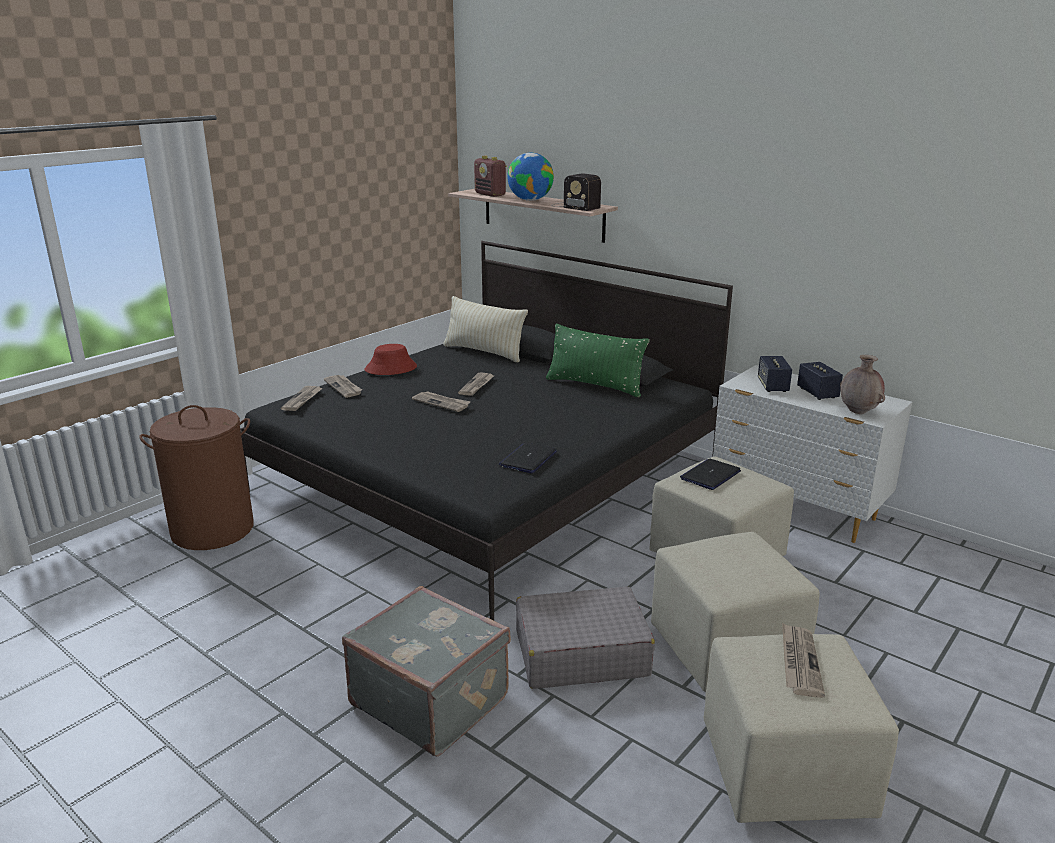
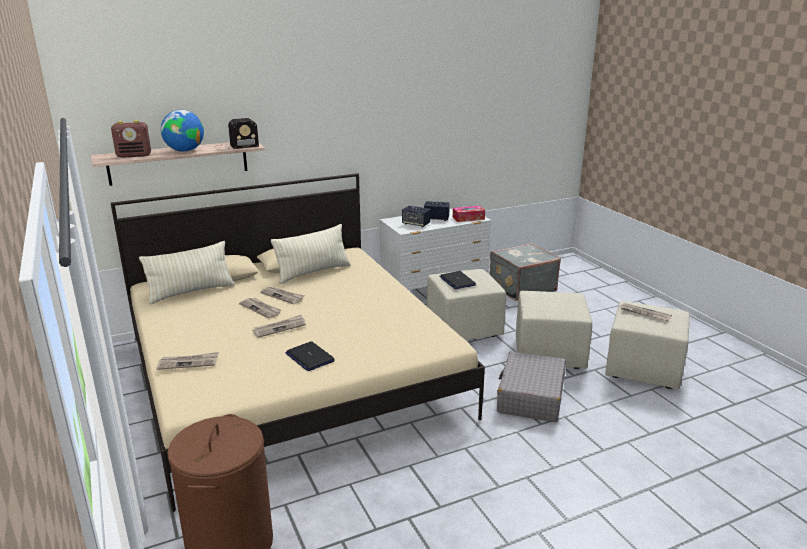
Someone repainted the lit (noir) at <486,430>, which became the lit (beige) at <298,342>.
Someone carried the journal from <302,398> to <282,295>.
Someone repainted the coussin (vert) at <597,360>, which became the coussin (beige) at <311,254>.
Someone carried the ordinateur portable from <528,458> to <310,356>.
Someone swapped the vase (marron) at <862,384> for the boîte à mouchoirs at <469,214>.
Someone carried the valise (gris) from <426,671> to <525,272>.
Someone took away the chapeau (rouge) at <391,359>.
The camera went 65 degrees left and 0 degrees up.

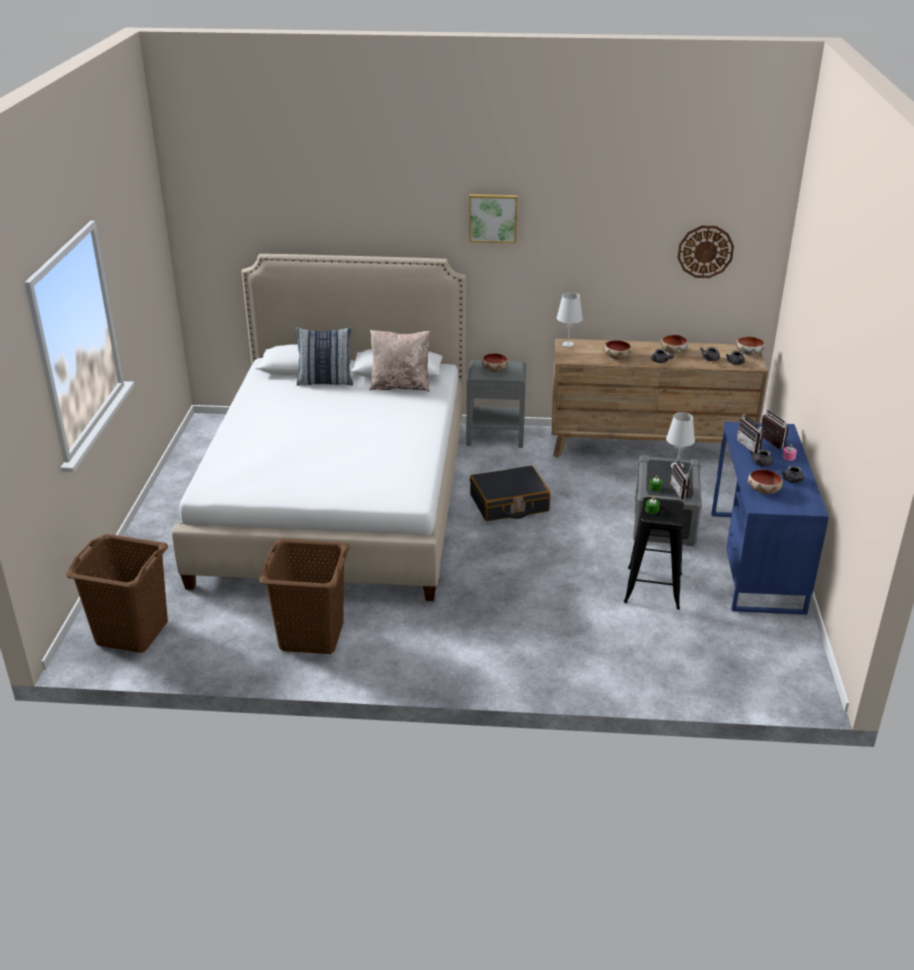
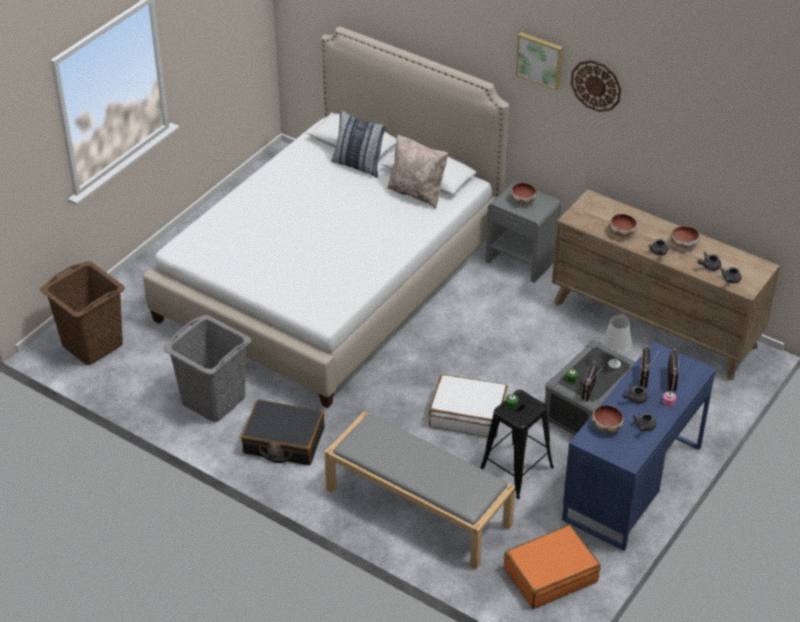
Someone repainted the panier à linge (marron) at <304,596>, which became the panier à linge (gris) at <207,368>.
Someone carried the valise (noir) from <510,493> to <283,432>.
Someone put down the banc (gris) at <420,490>.
Someone put down the valise (blanc) at <468,406>.
Someone put down the valise (orange) at <552,567>.
Someone carried the horloge murale from <706,252> to <596,86>.
Someone took away the lampe de table (blanc) at <570,319>.
Someone took away the bol at <750,345>.
The camera went 30 degrees right and 10 degrees up.

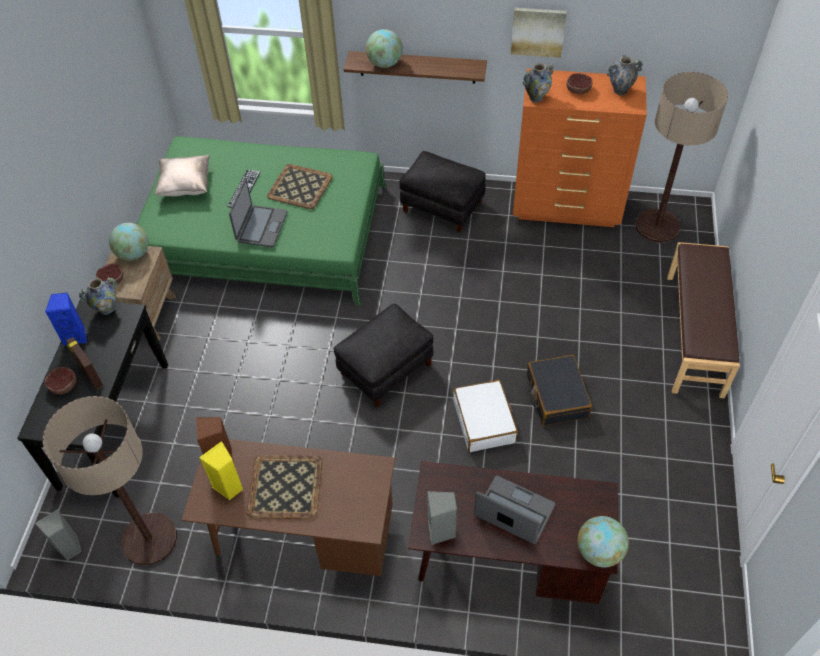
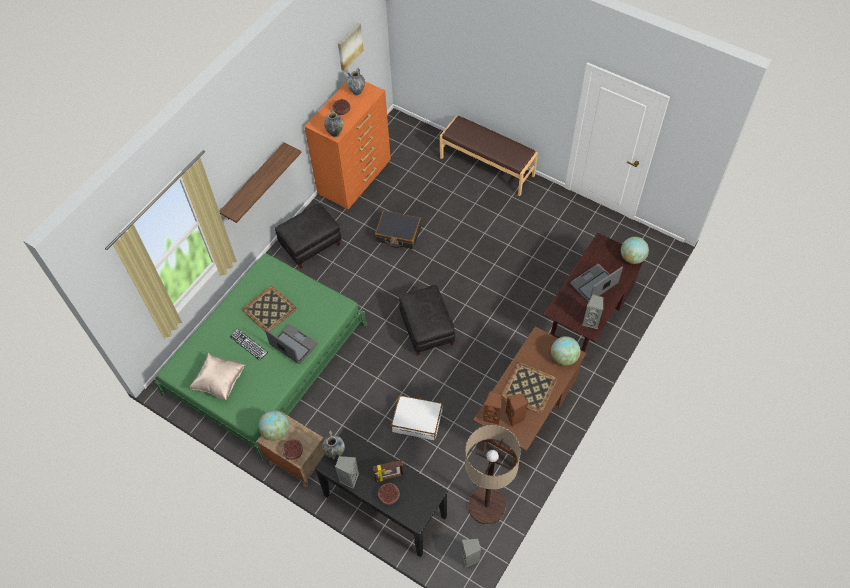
Someone repainted the enceinte (bleu) at <66,319>, which became the enceinte (gris) at <347,472>.
Someone carried the tableau from <539,33> to <351,47>.
Someone carried the valise (noir) from <559,390> to <398,229>.
Someone carried the valise (blanc) from <485,416> to <417,417>.
Someone repainted the enceinte (jaune) at <221,470>, which became the enceinte (marron) at <517,410>.
Someone carried the globe from <384,48> to <566,351>.
Someone took away the lampadaire at <682,157>.
The camera went 65 degrees left and 5 degrees up.

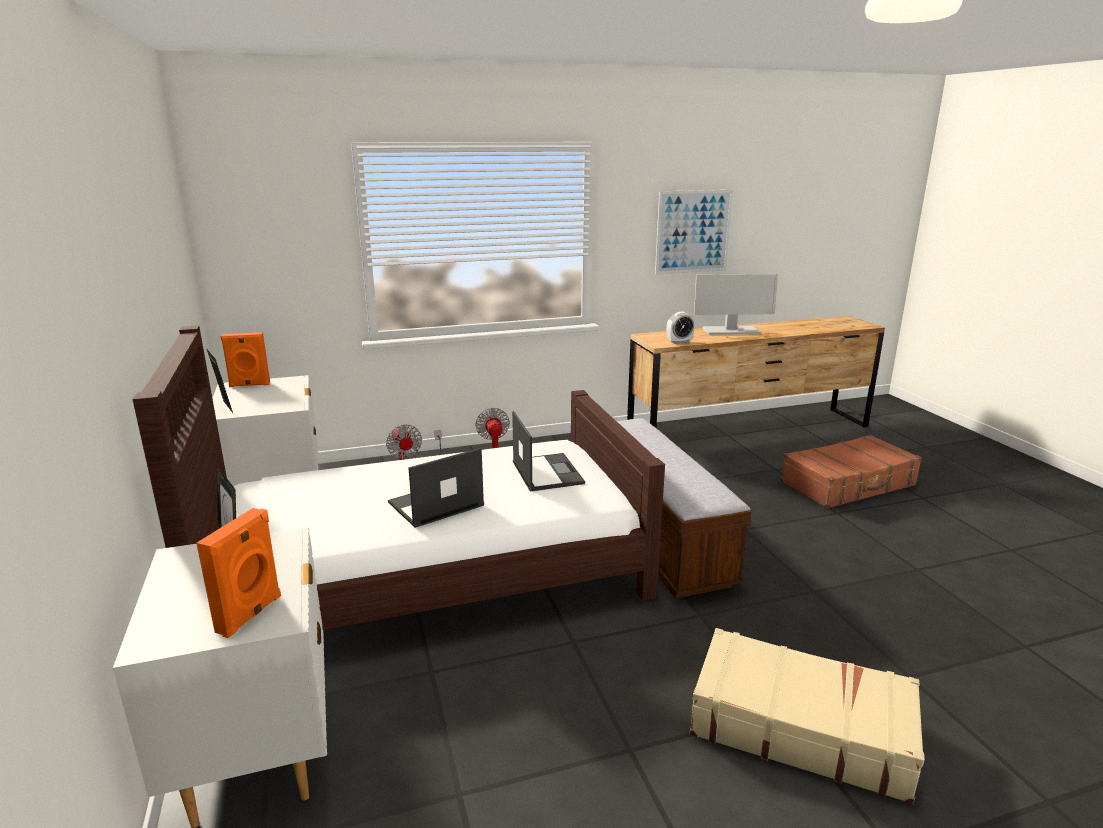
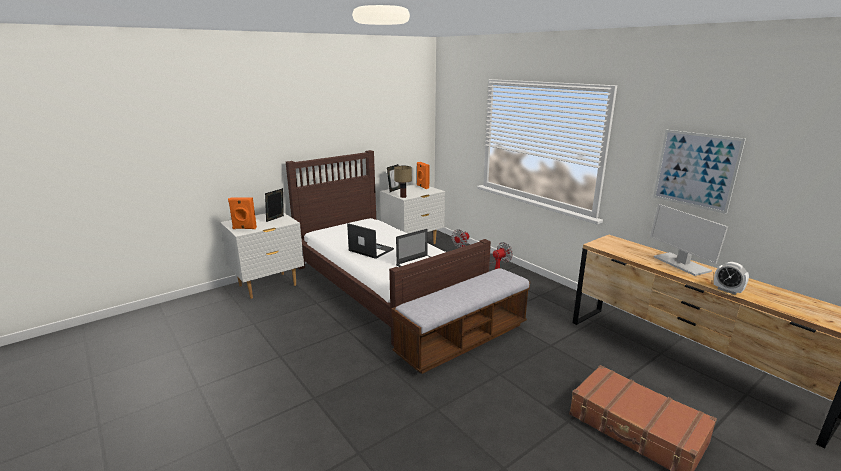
Someone put down the lampe de table at <403,182>.
Someone carried the réveil from <680,328> to <731,278>.
Someone took away the valise (beige) at <807,716>.
The camera went 70 degrees right and 0 degrees up.

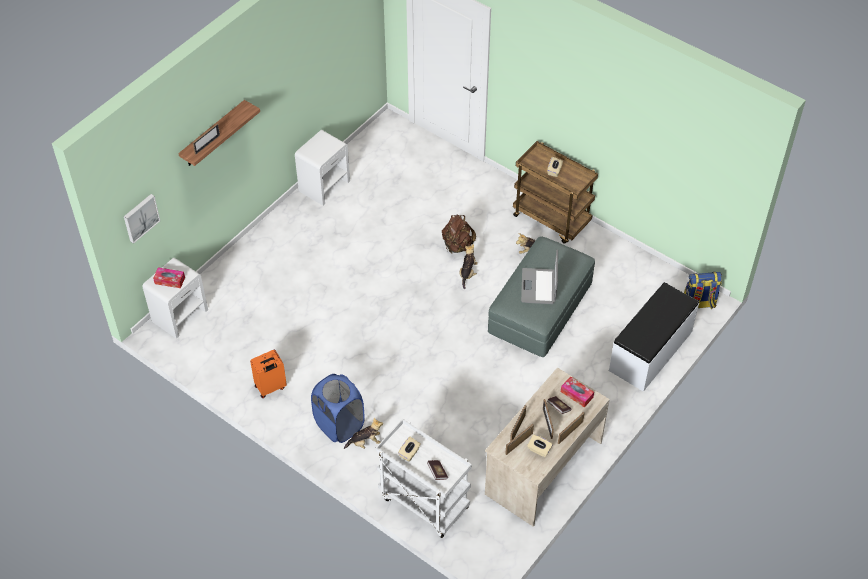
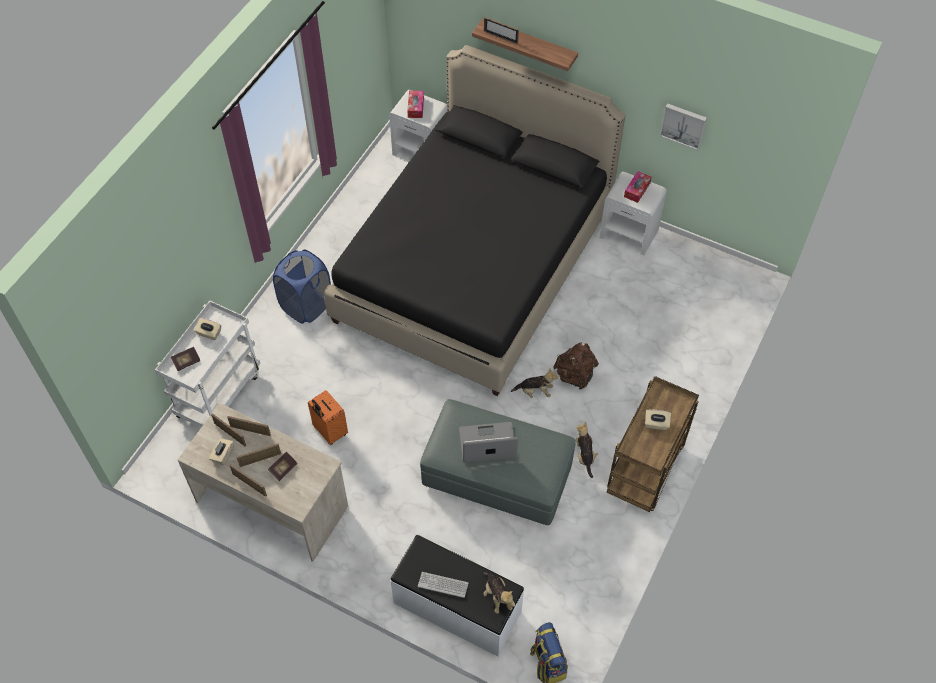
Someone carried the valise (orange) from <268,373> to <328,417>.
Someone put down the lit (noir) at <474,220>.
Someone put down the clavier at <443,585>.
Someone carried the peluche from <363,433> to <499,593>.
Someone carried the boîte à mouchoirs from <577,391> to <638,187>.
Someone carried the tableau from <142,219> to <683,126>.
The camera went 80 degrees right and 5 degrees up.

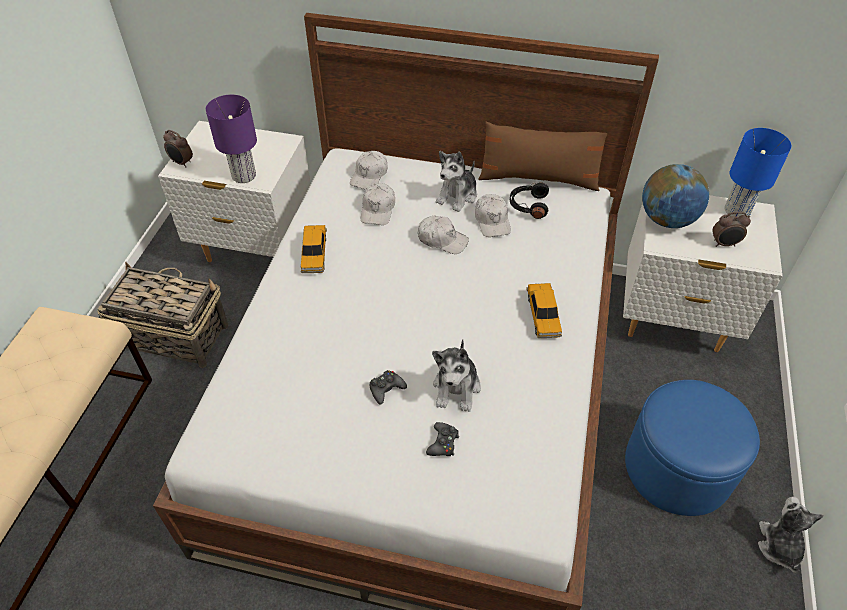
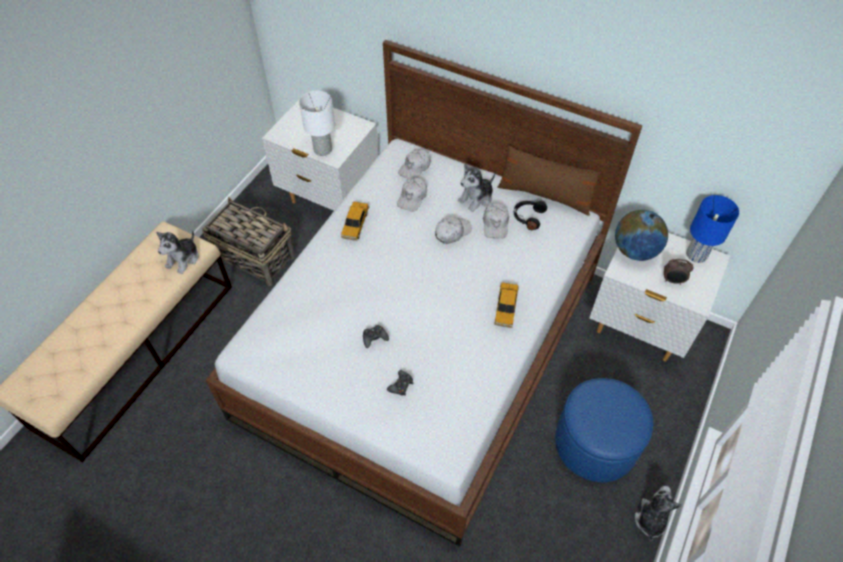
Someone carried the peluche from <456,375> to <177,252>.
Someone repainted the lampe de table (violet) at <231,139>, which became the lampe de table (blanc) at <317,123>.
Someone rotated the casquette (blanc) at <443,235> by 75 degrees counterclockwise.
Someone took away the réveil at <178,148>.
The camera went 15 degrees right and 5 degrees up.

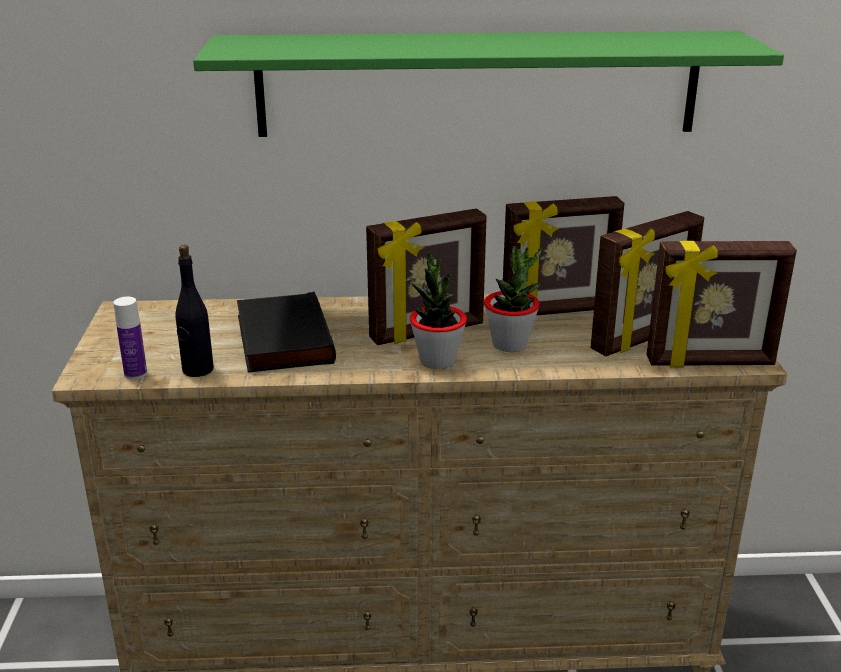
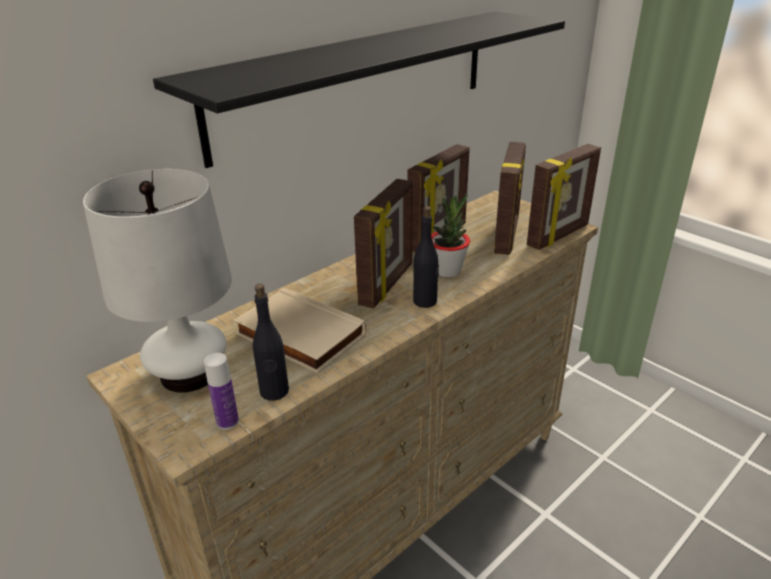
Someone put down the lampe de table (blanc) at <157,281>.
Someone repainted the étagère (vert) at <488,84>, which became the étagère (noir) at <359,89>.
Someone repainted the livre (noir) at <286,332>, which became the livre (beige) at <299,330>.
Someone swapped the plante en pot at <438,310> for the bouteille (noir) at <426,257>.
The camera went 40 degrees left and 5 degrees up.

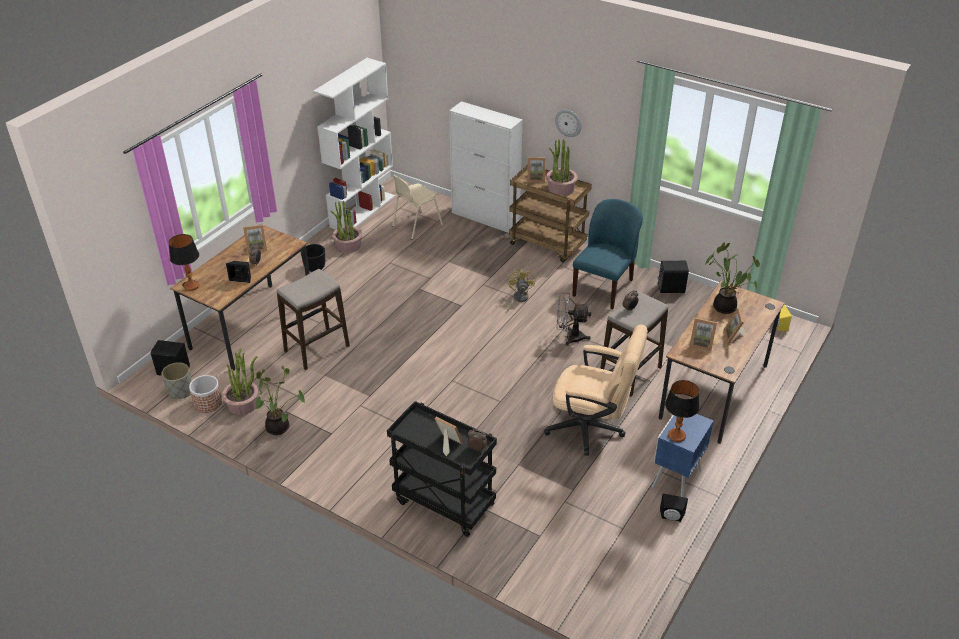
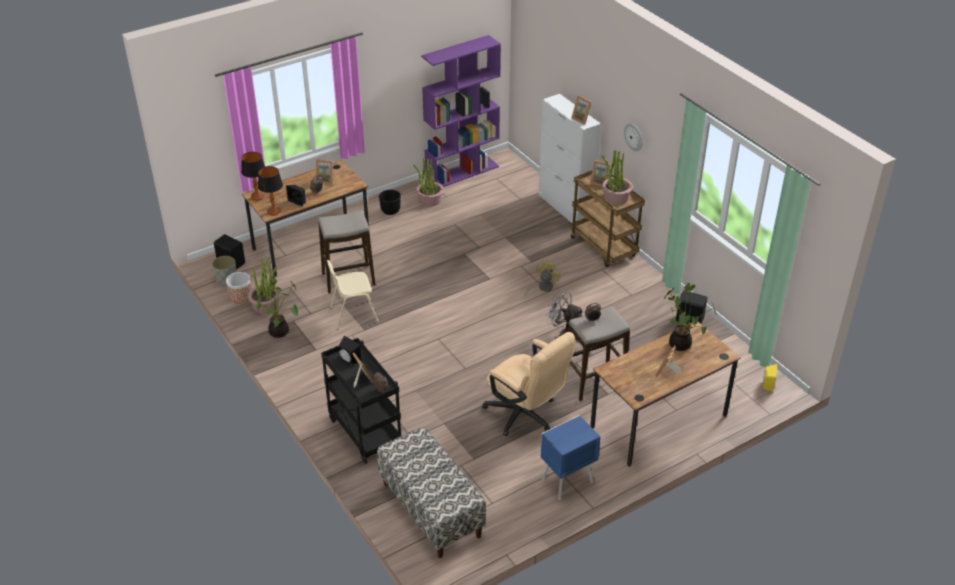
Someone carried the lampe de table from <682,411> to <270,191>.
Someone carried the chaise (beige) from <417,207> to <353,294>.
Someone carried the enceinte (noir) from <674,508> to <350,350>.
Someone put down the banc at <431,492>.
Someone repainted the bibliothèque (blanc) at <354,144>, which became the bibliothèque (violet) at <461,111>.
Someone carried the cadre photo from <703,335> to <581,110>.
Someone took away the chaise (bleu) at <607,254>.
The camera went 25 degrees right and 0 degrees up.

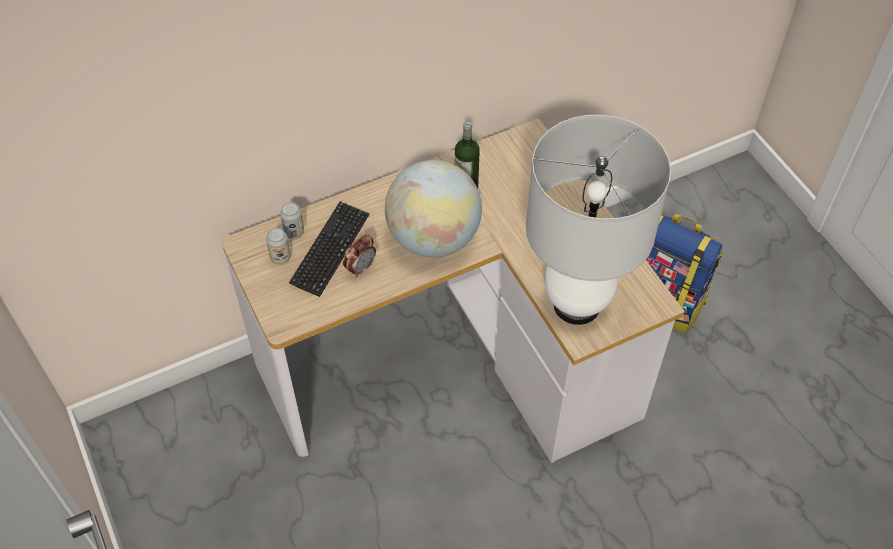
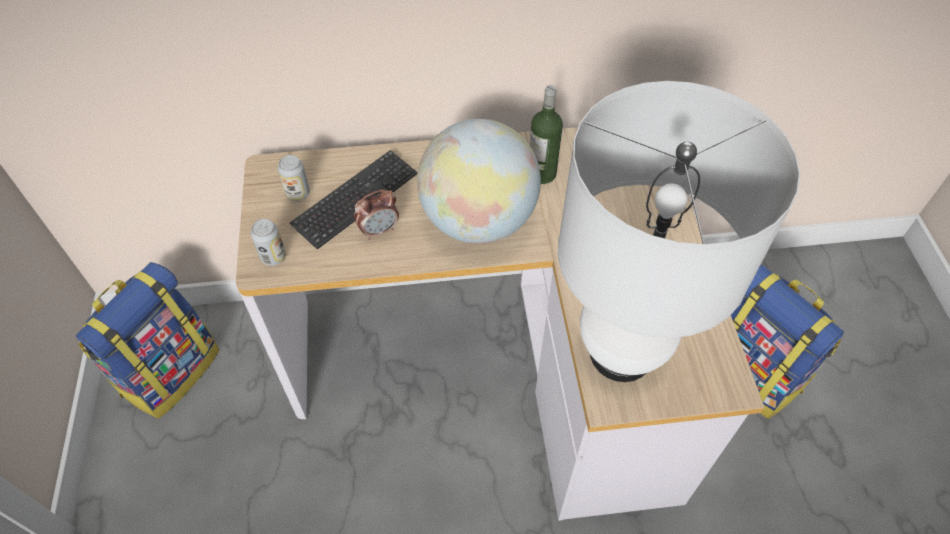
Someone put down the sac à dos at <147,340>.
Someone carried the boîte métallique from <292,220> to <268,242>.
The camera went 20 degrees right and 0 degrees up.

